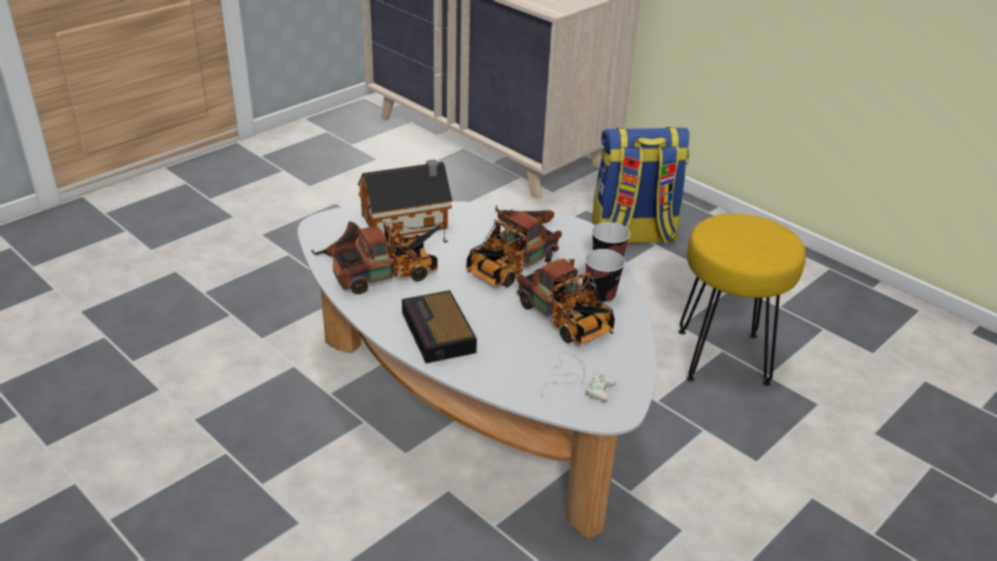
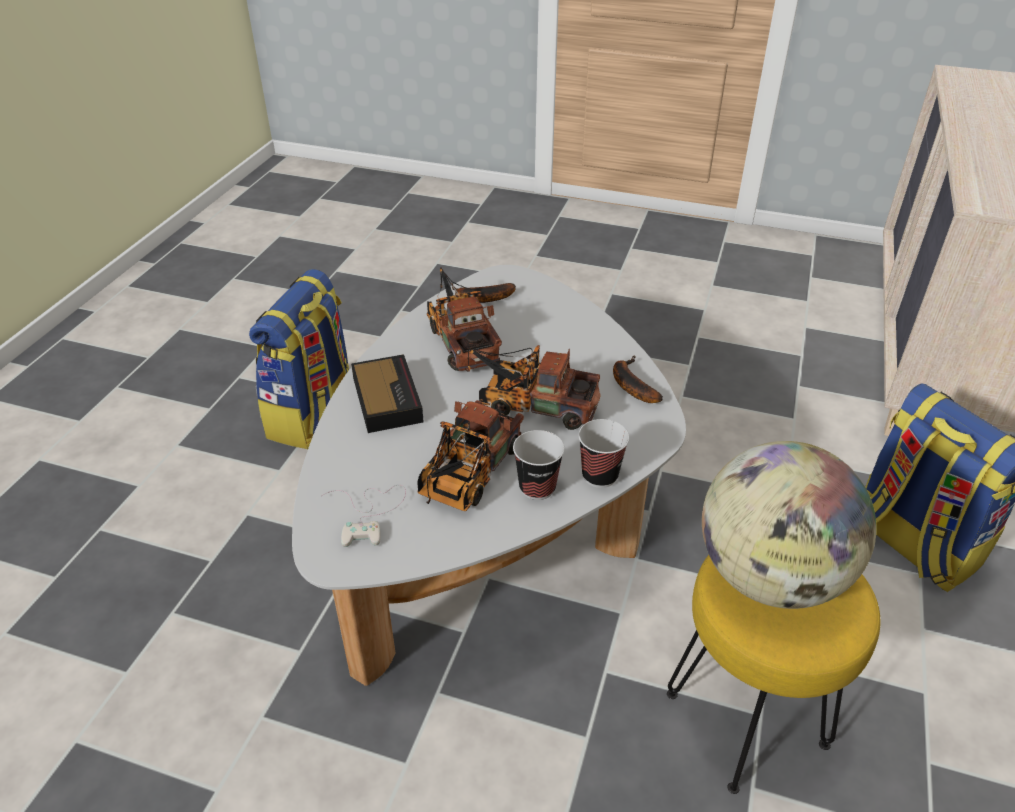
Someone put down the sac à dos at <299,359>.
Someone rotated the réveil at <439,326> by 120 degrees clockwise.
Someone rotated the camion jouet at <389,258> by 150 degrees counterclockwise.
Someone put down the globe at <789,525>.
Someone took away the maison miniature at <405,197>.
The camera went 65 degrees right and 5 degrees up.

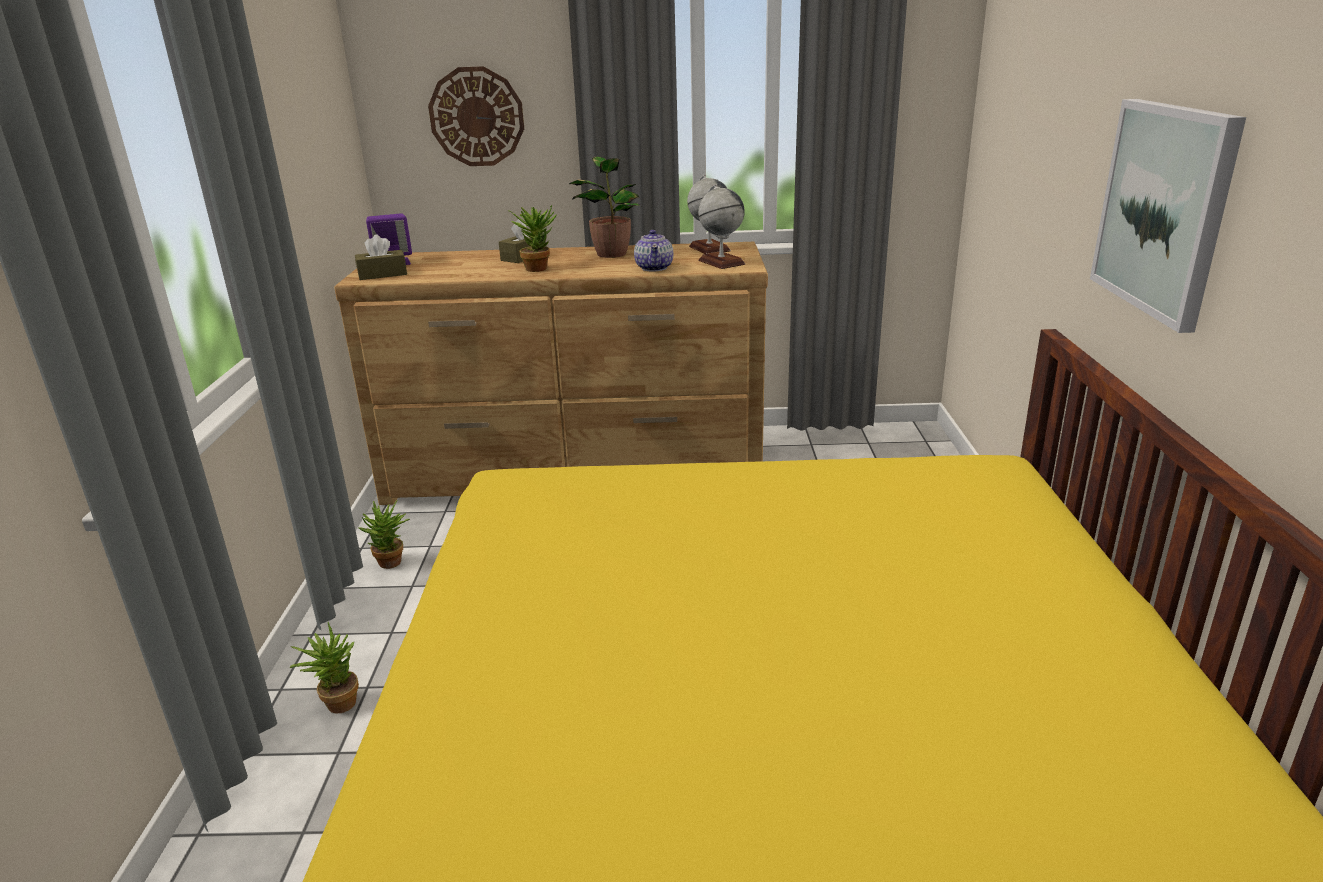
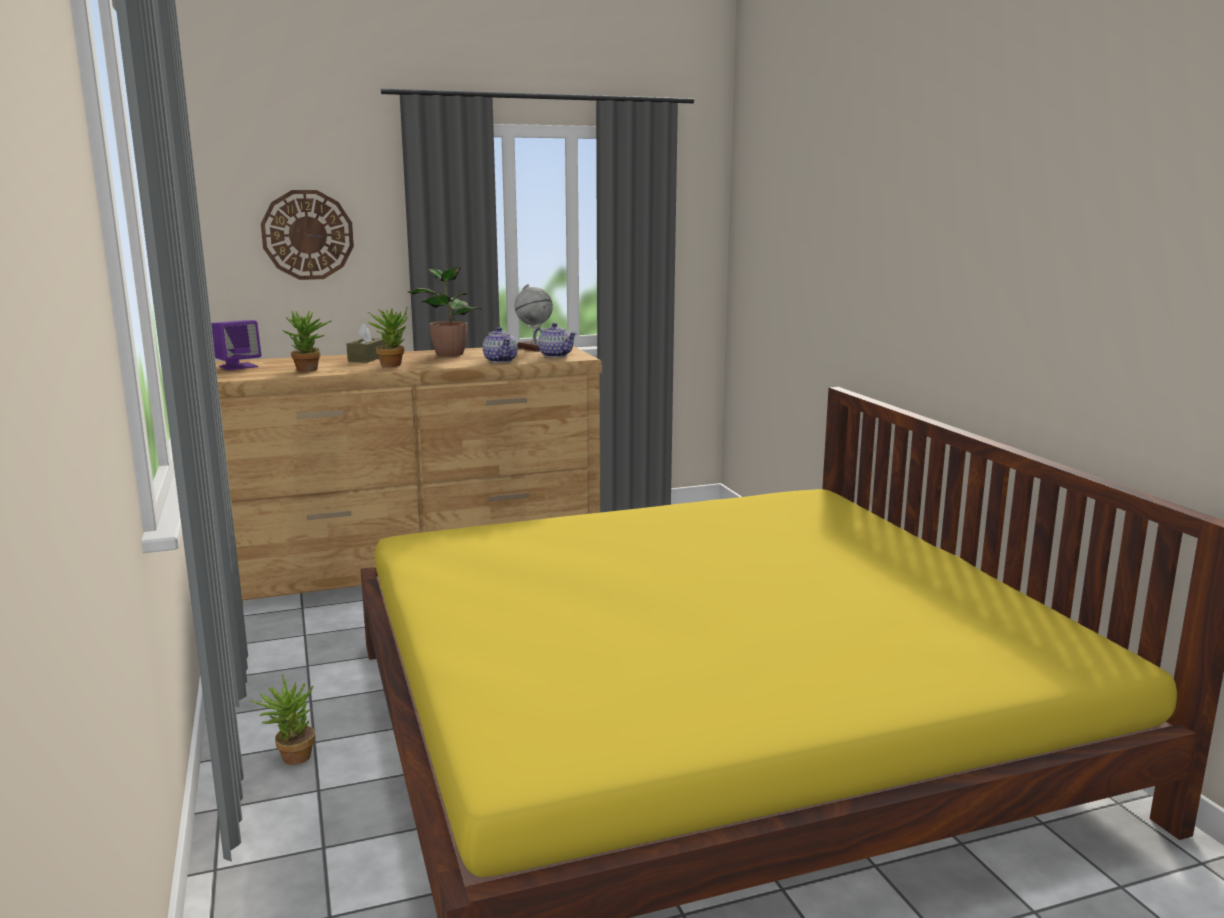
Someone carried the plante en pot from <384,534> to <307,341>.
Someone swapped the globe at <721,226> for the théière at <555,340>.
Someone took away the boîte à mouchoirs (marron) at <381,257>.
Someone took away the tableau at <1168,216>.
The camera went 20 degrees left and 10 degrees down.

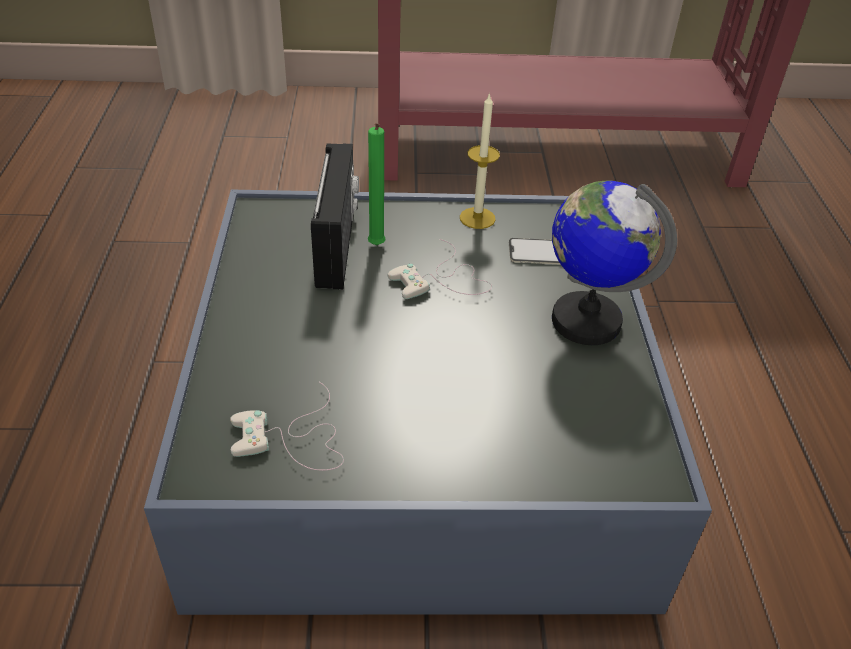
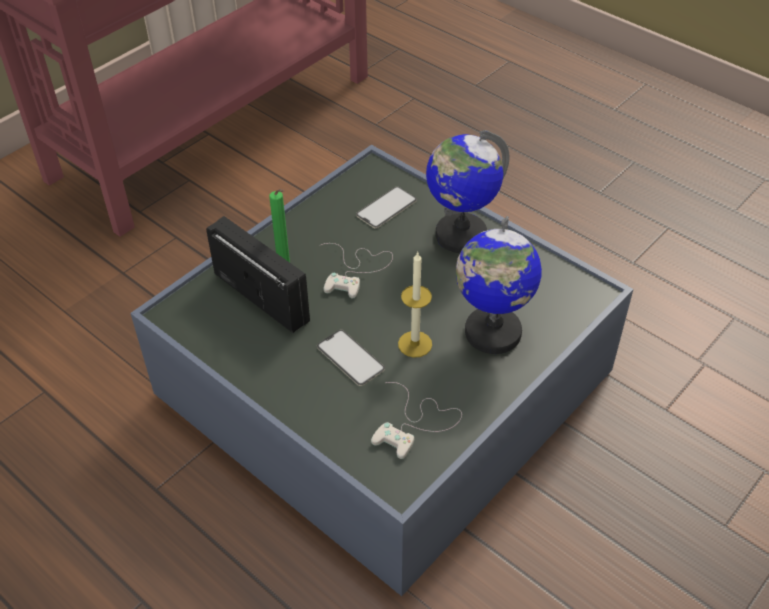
Someone put down the téléphone at <351,358>.
Someone carried the bougie from <480,160> to <415,305>.
Someone put down the globe at <499,285>.
The camera went 45 degrees left and 5 degrees up.

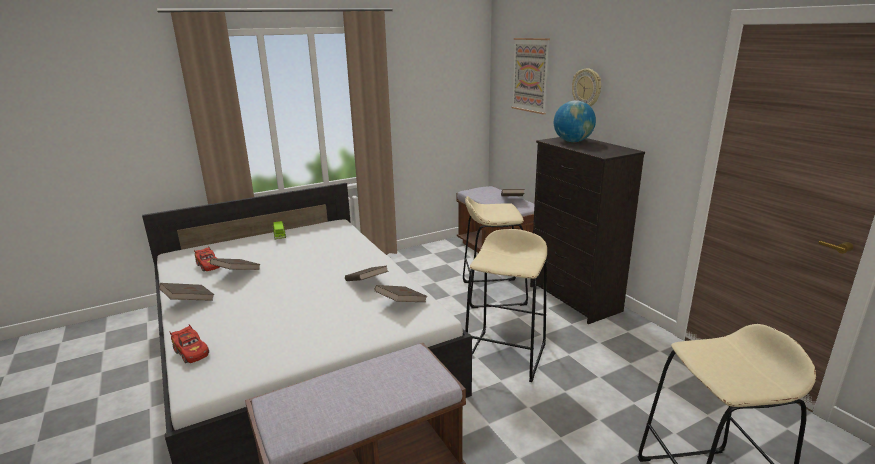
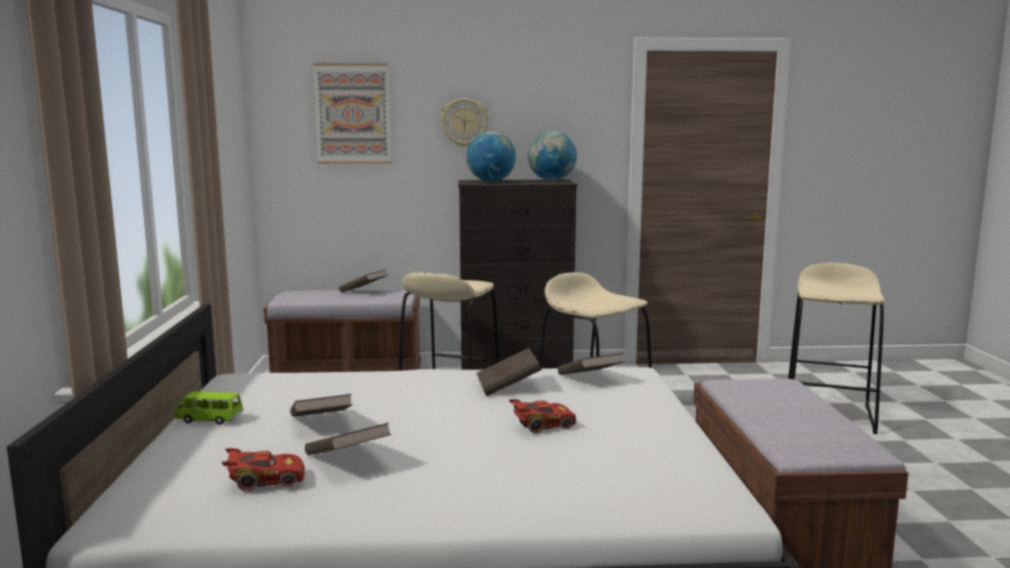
Someone carried the livre (marron) from <187,292> to <321,405>.
Someone carried the petite voiture (rouge) from <189,343> to <542,416>.
Someone put down the globe at <552,156>.
The camera went 65 degrees left and 10 degrees down.

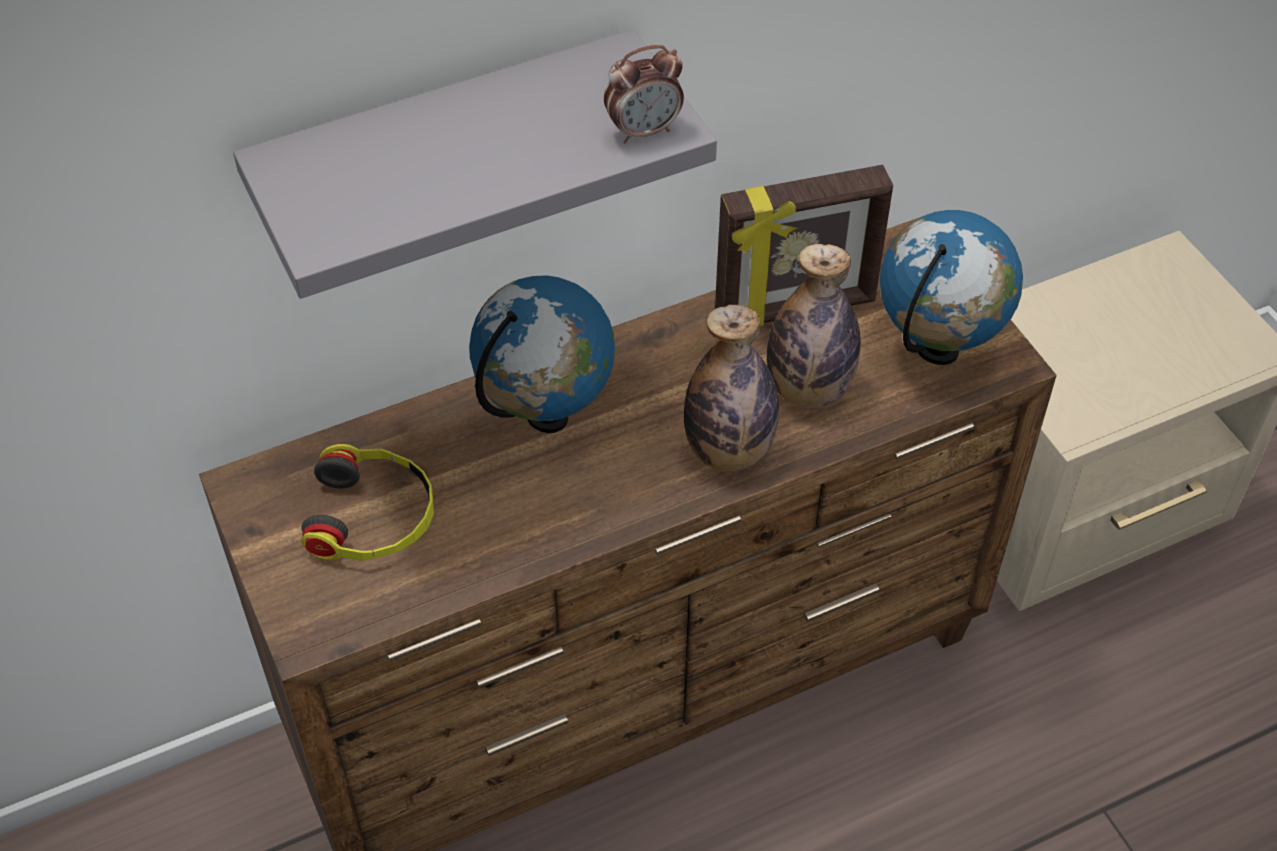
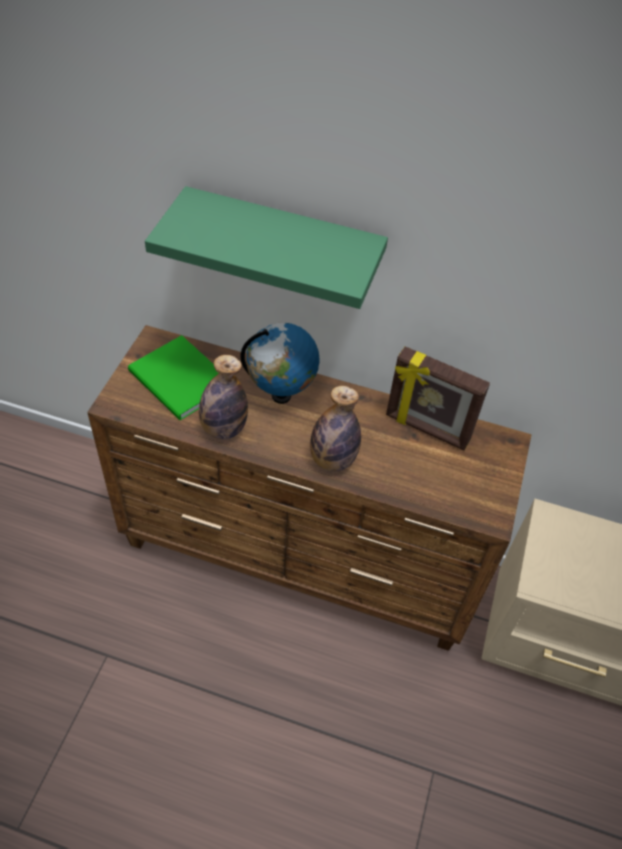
Someone swapped the casque audio at <367,502> for the livre (vert) at <173,377>.
Someone repainted the étagère (gris) at <475,164>, which became the étagère (vert) at <266,247>.
Someone carried the bouteille from <814,326> to <223,397>.
Someone took away the réveil at <644,94>.
Someone took away the globe at <951,287>.
The camera went 40 degrees right and 0 degrees up.

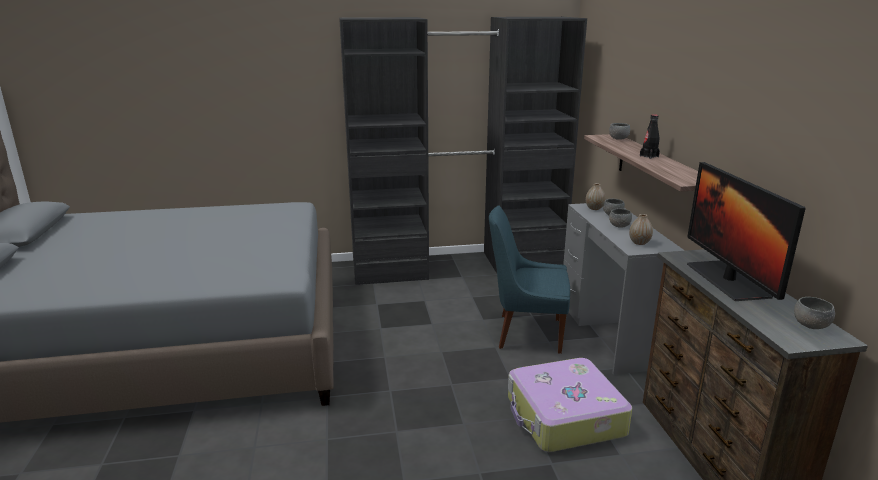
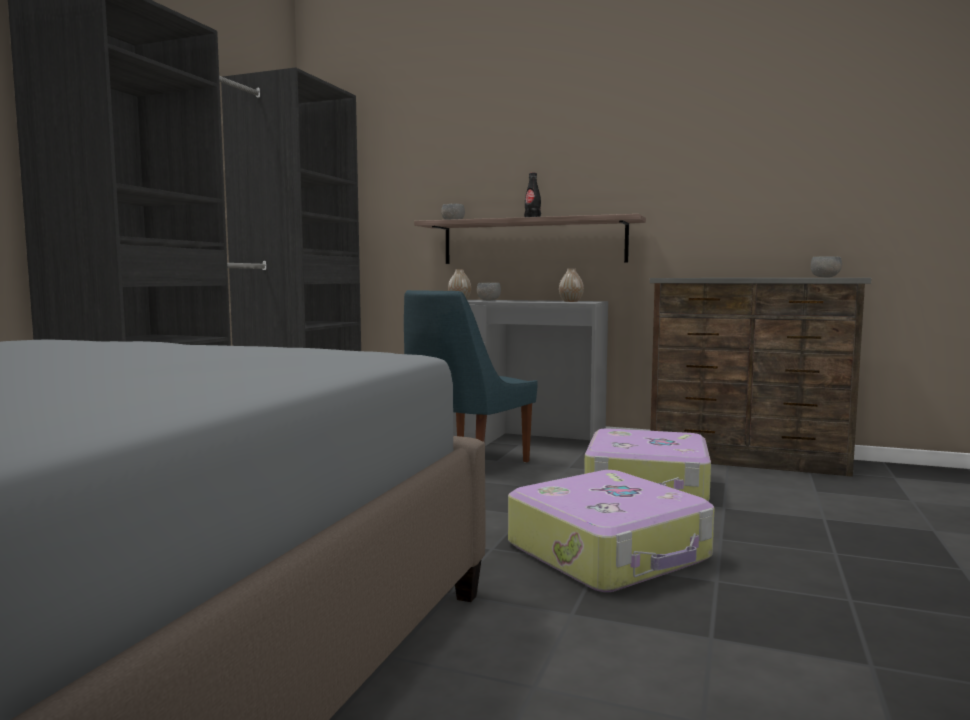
Someone put down the valise at <611,531>.
Someone took away the bol (gris) at <620,218>.
Someone took away the écran d'ordinateur at <746,231>.
The camera went 60 degrees left and 15 degrees down.

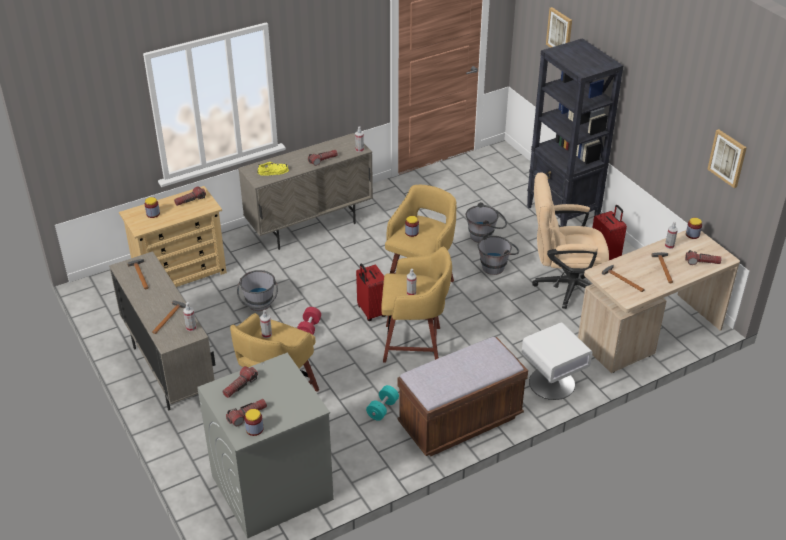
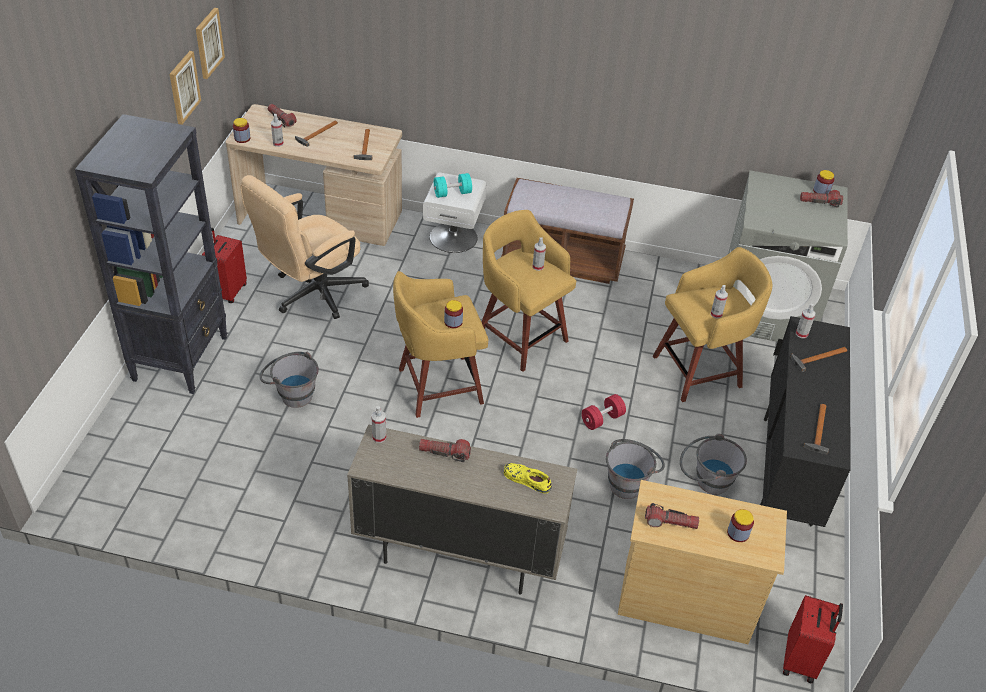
Someone carried the tableau from <559,27> to <185,88>.
Someone rotated the chaise de bureau (beige) at <570,240> by 90 degrees clockwise.
Someone carried the haltère (turquoise) from <382,403> to <453,185>.
Someone carried the seau (gris) from <498,254> to <713,464>.
Someone repainted the meuble de rangement (beige) at <162,330>, which became the meuble de rangement (noir) at <805,421>.
Someone carried the valise (rouge) from <370,292> to <813,639>.
Someone took away the lampe de poche at <240,382>.
The camera went 140 degrees left and 5 degrees up.

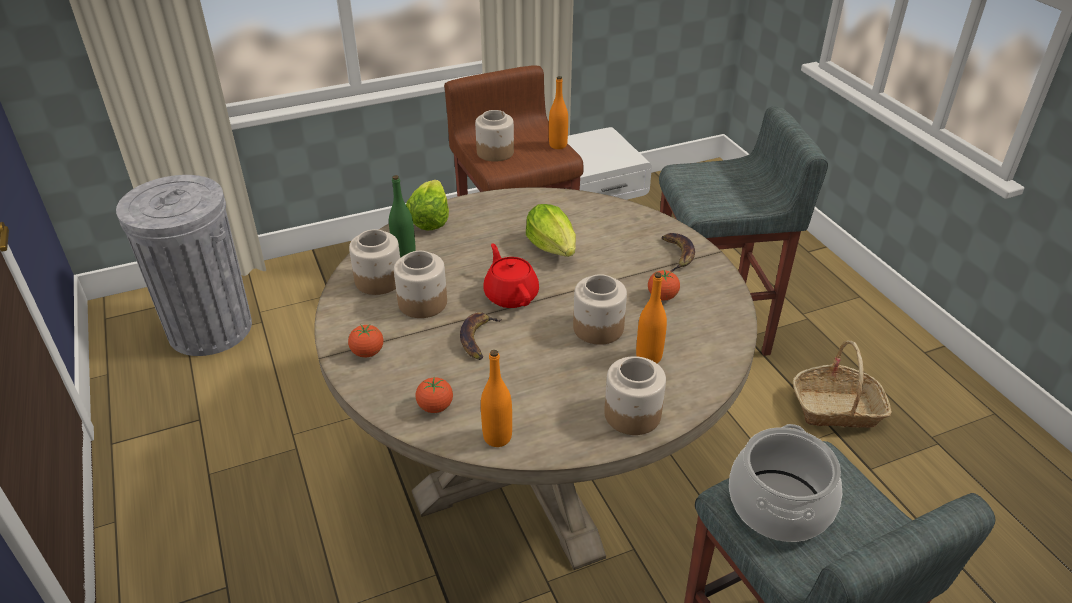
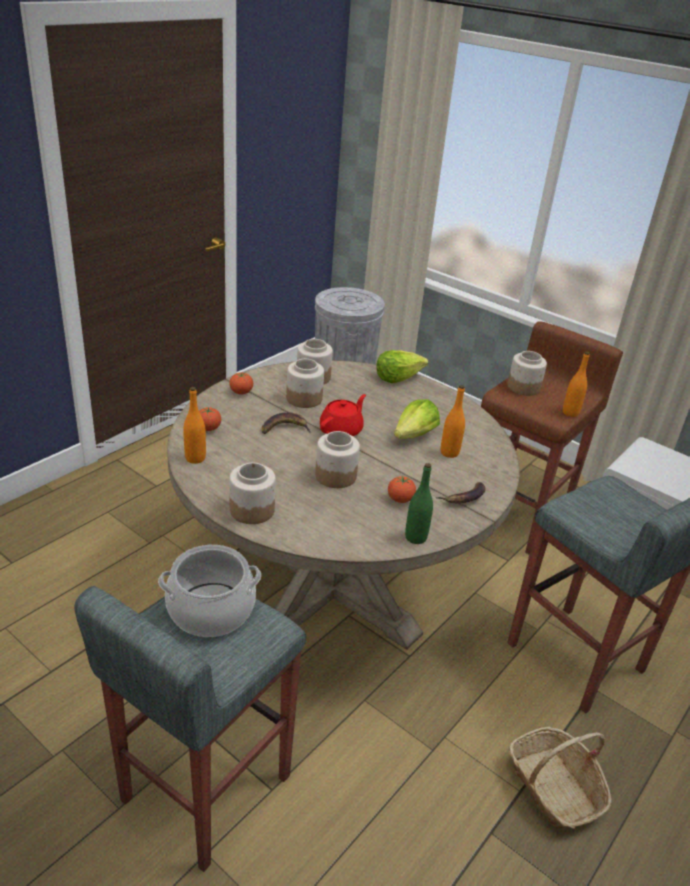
Someone carried the bouteille (vert) from <402,216> to <419,503>.
Someone carried the bouteille (orange) from <651,317> to <453,421>.
The camera went 60 degrees right and 5 degrees down.

